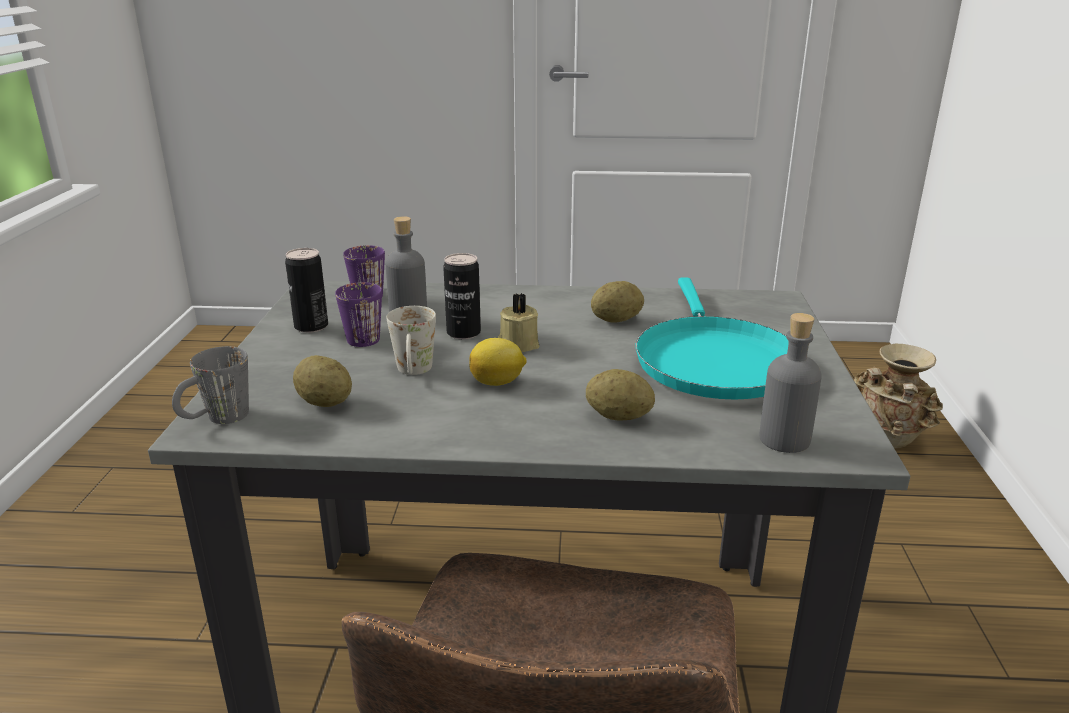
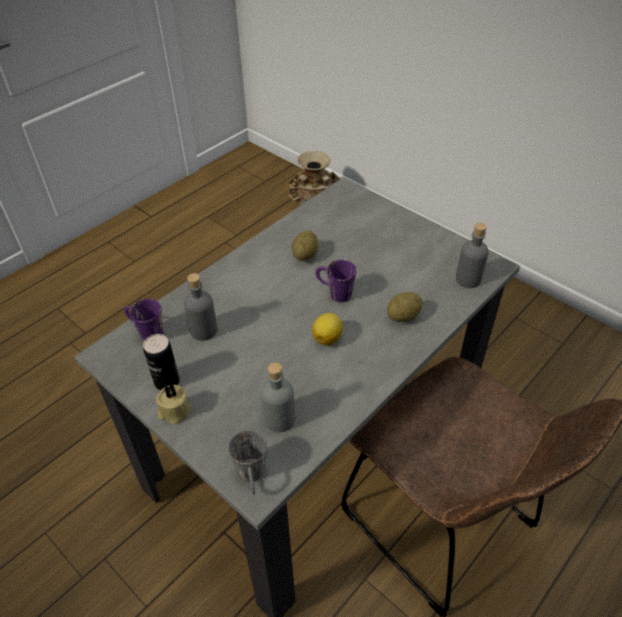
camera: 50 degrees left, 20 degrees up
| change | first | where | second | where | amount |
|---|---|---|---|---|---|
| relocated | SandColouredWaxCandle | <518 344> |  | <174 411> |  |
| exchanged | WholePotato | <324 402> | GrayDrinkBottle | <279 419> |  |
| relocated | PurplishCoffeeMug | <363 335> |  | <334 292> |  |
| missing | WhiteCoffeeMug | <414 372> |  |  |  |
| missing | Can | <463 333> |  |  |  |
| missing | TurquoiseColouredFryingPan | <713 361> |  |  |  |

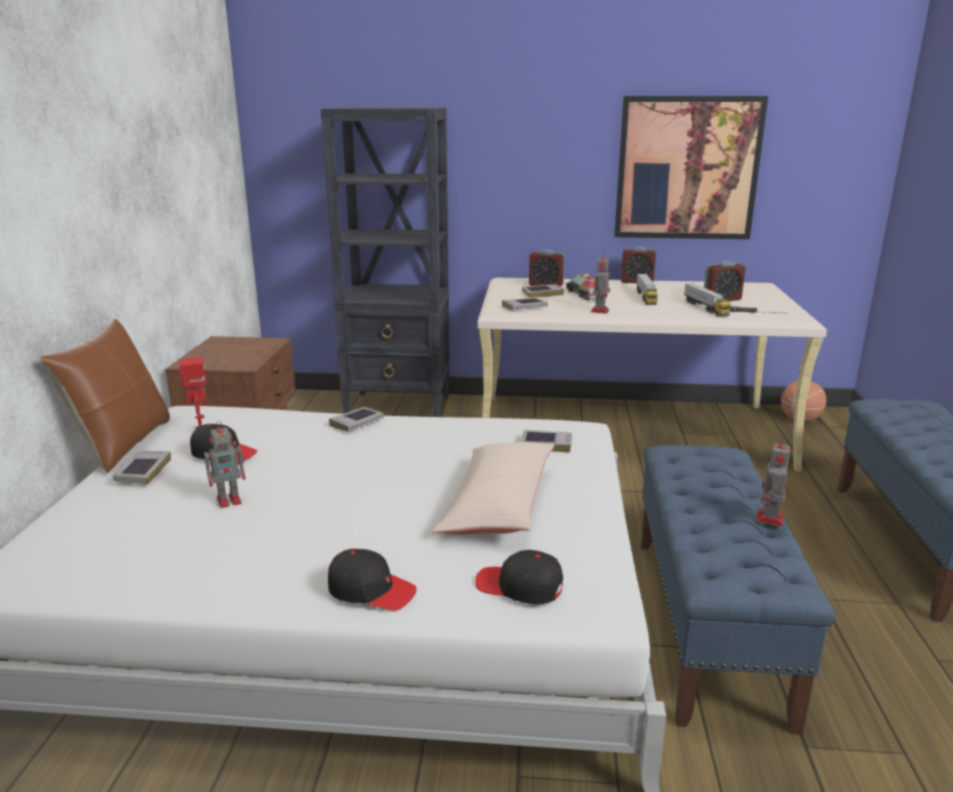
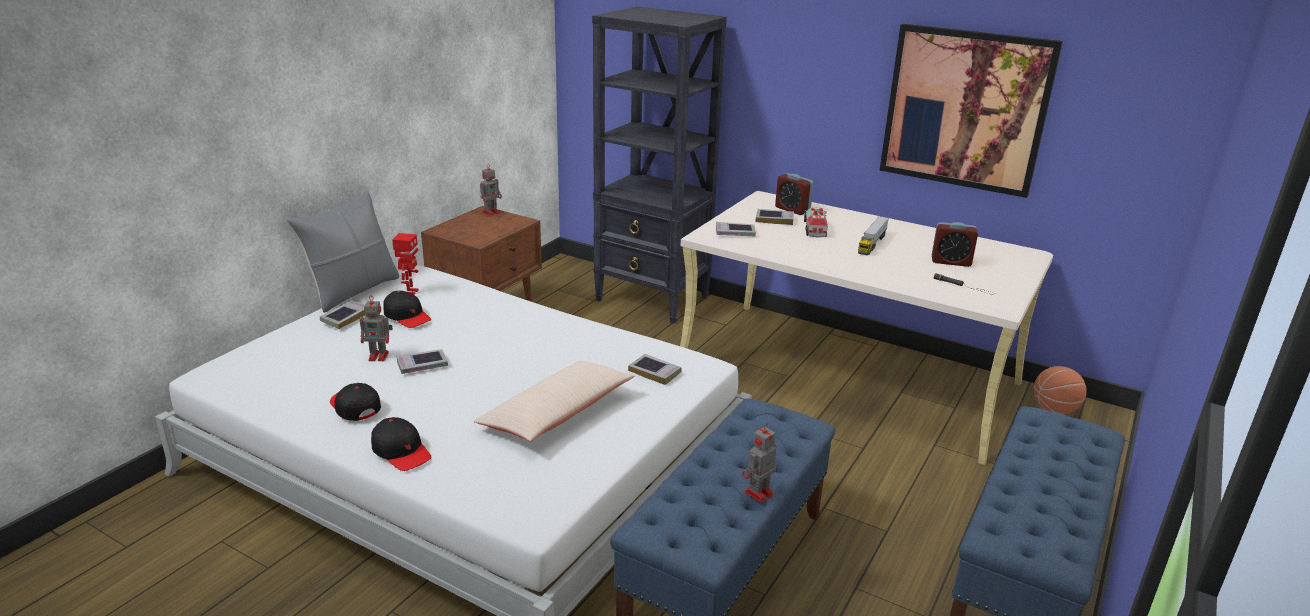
camera: 25 degrees right, 5 degrees up
| change | first | where | second | where | amount |
|---|---|---|---|---|---|
| colour | BrownCushion | <122 444> | GrayCushion | <353 291> |  |
| relocated | BlackCap | <519 587> |  | <354 407> |  |
| relocated | BoundBook | <357 423> |  | <422 365> |  |
| relocated | ToyRobot | <600 310> |  | <491 212> |  |
| missing | TableClock | <636 281> |  |  |  |
| missing | ToyLorry | <705 308> |  |  |  |

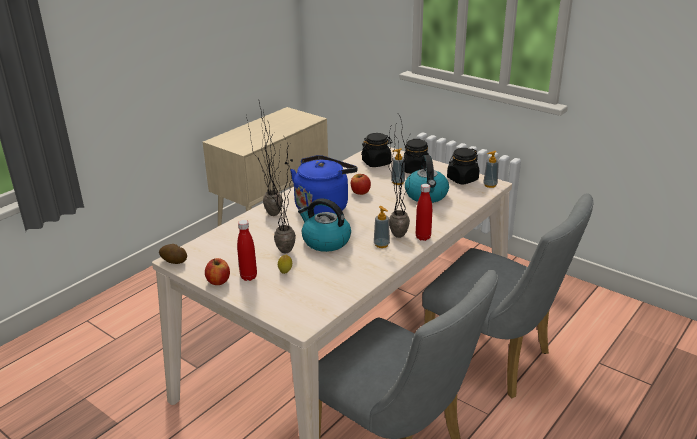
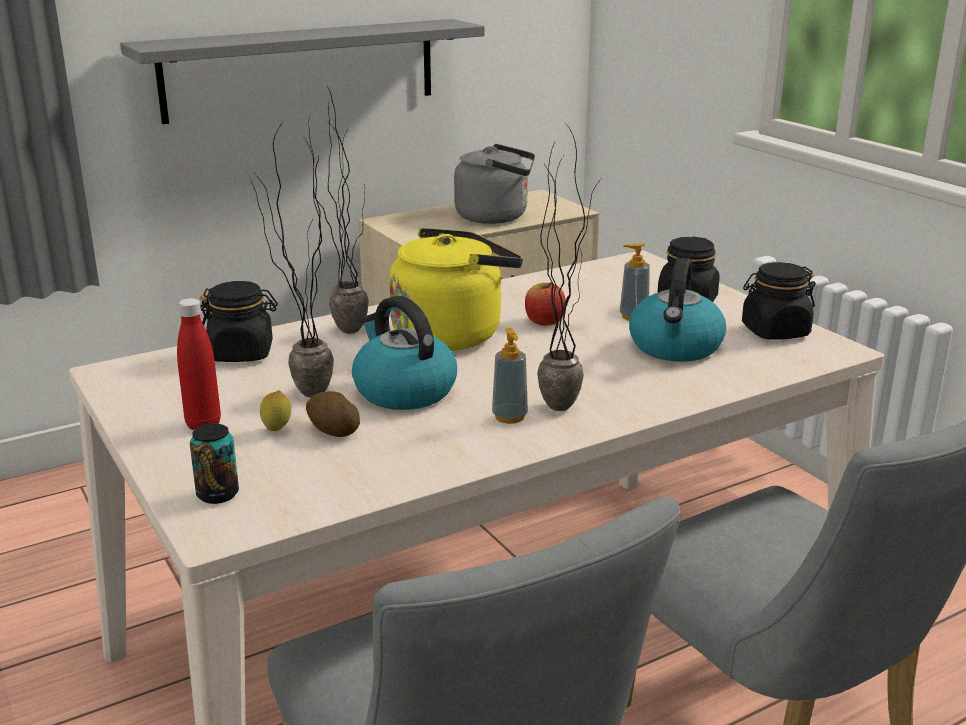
camera: 20 degrees right, 5 degrees down
| change | first | where | second | where | amount |
|---|---|---|---|---|---|
| appeared |  |  | GrayBracketShelf | <301 69> |  |
| appeared |  |  | Can | <217 494> |  |
| relocated | BlackPreserveJar | <376 163> |  | <242 353> |  |
| relocated | WholePotato | <173 261> |  | <332 431> |  |
| colour | BlueColouredWaterKettle | <323 207> | YellowColouredWaterKettle | <452 334> |  |
| appeared |  |  | GrayWaterKettle | <496 217> |  |
| missing | WholeApple | <218 281> |  |  |  |
| missing | RedDrinkBottle | <423 237> |  |  |  |
| missing | LiquidSoapBottle | <490 185> |  |  |  |

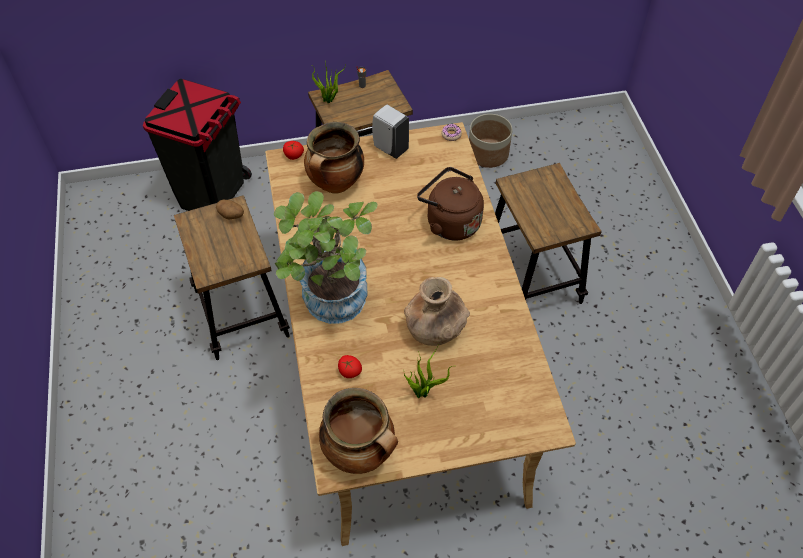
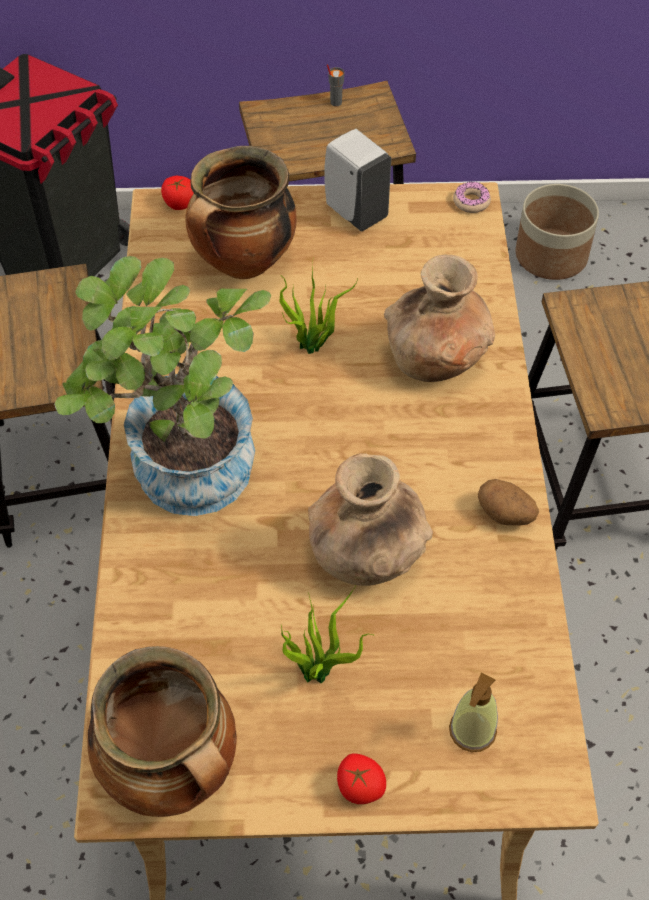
camera: 10 degrees right, 0 degrees up
| change | first | where | second | where | amount |
|---|---|---|---|---|---|
| relocated | PottedPlant | <329 100> |  | <313 347> |  |
| relocated | FreshTomato | <349 371> |  | <359 786> |  |
| exchanged | BrownWaterKettle | <450 222> | BrownDecorativeVase | <436 358> |  |
| appeared |  |  | LiquidSoapBottle | <472 731> |  |
| relocated | WholePotato | <231 215> |  | <506 514> |  |

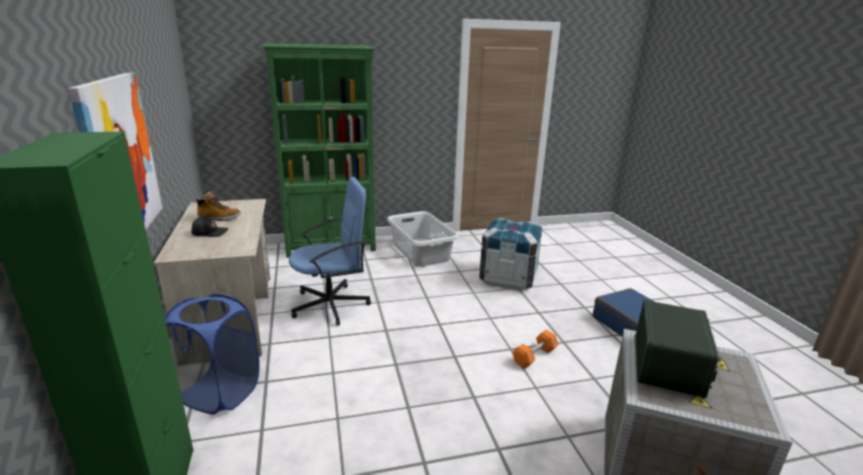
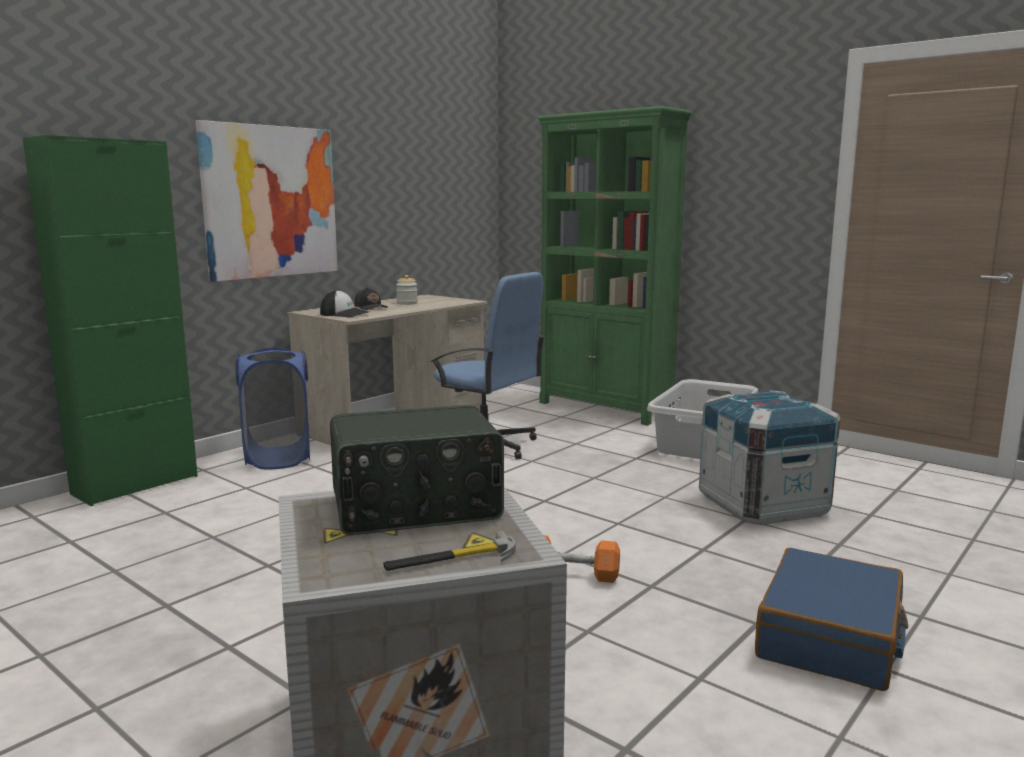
camera: 55 degrees right, 10 degrees down
| change | first | where | second | where | amount |
|---|---|---|---|---|---|
| appeared |  |  | Cap | <345 314> |  |
| appeared |  |  | HandHammer | <452 560> |  |
| exchanged | HighTopBoot | <219 218> | PreserveJar | <407 303> |  |

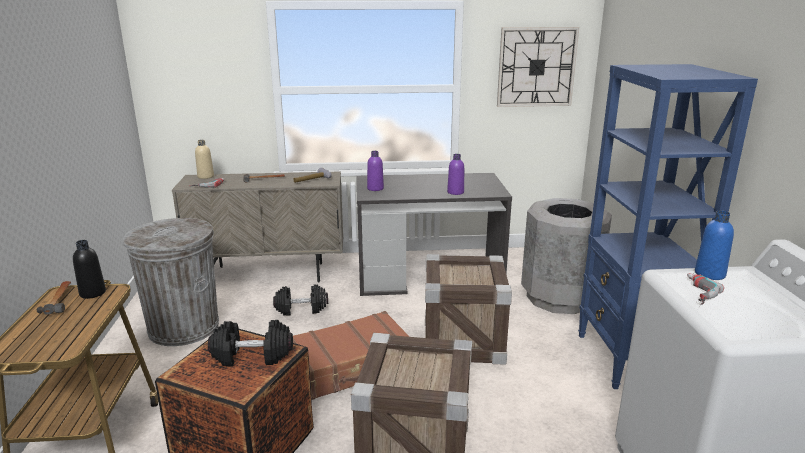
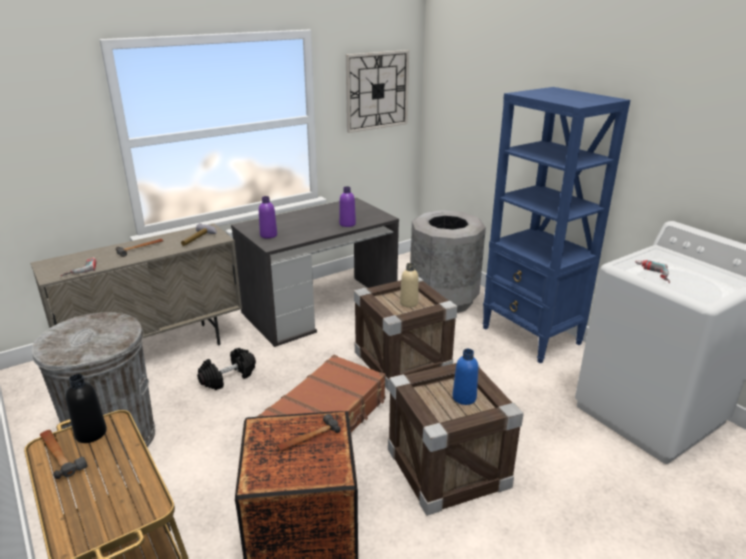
camera: 30 degrees left, 5 degrees up
| change | first | where | second | where | amount |
|---|---|---|---|---|---|
| exchanged | BlackHandWeight | <252 356> | HandHammer | <308 438> |  |
| relocated | SandColouredDrinkBottle | <205 176> |  | <409 303> |  |
| relocated | BlueColouredDrinkBottle | <709 274> |  | <464 397> |  |

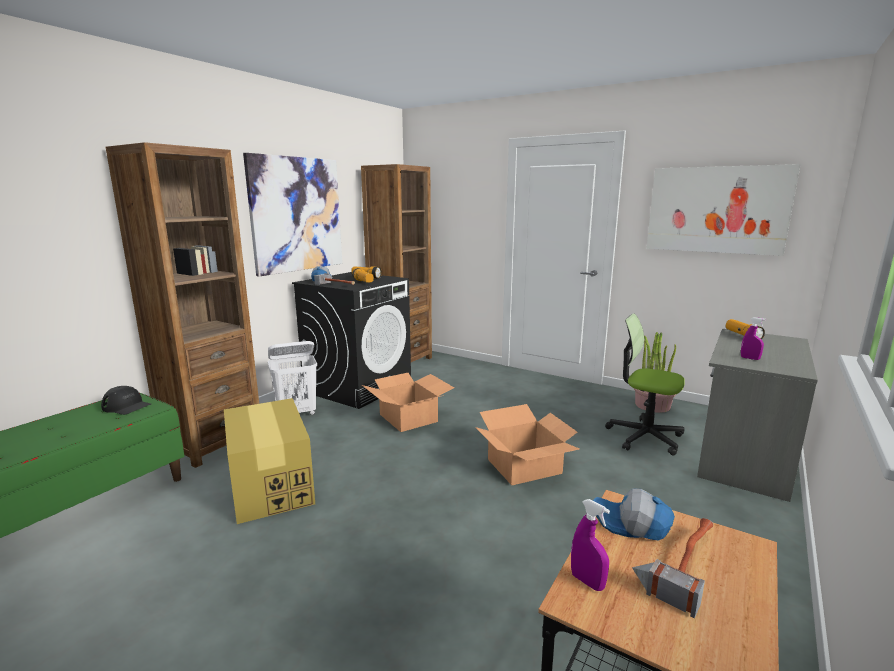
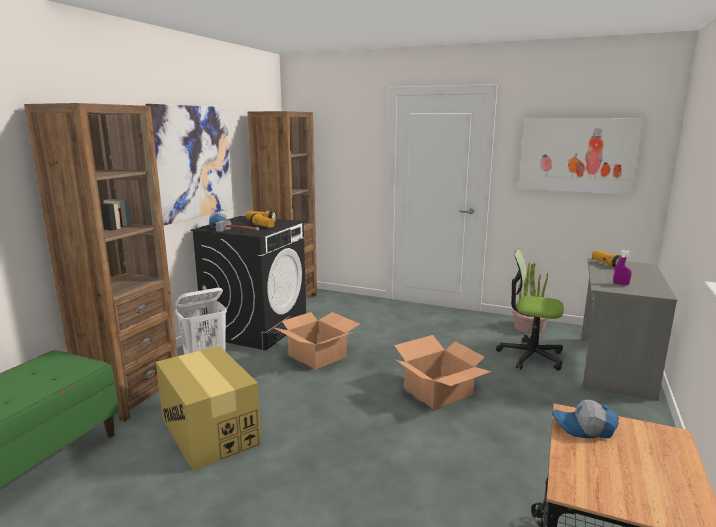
camera: 10 degrees left, 0 degrees up
| change | first | where | second | where | amount |
|---|---|---|---|---|---|
| missing | BlackCap | <127 406> |  |  |  |
| missing | PurplishHandSprayer | <587 582> |  |  |  |
| missing | HandHammer | <680 562> |  |  |  |

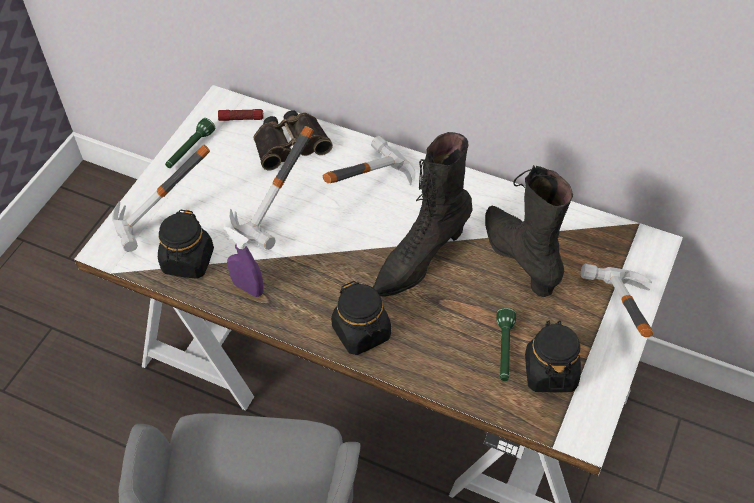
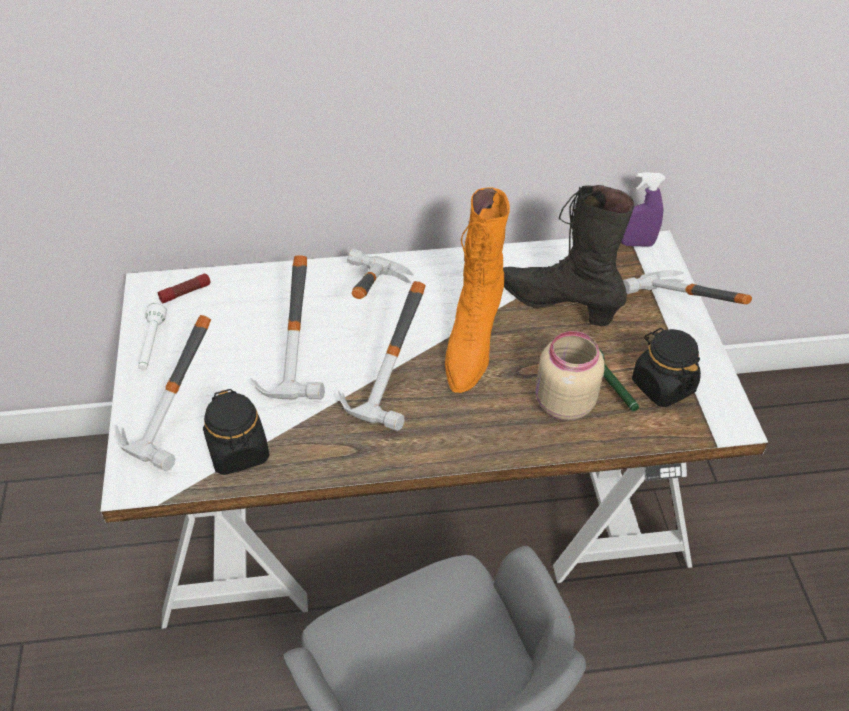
camera: 35 degrees left, 5 degrees down
| change | first | where | second | where | amount |
|---|---|---|---|---|---|
| colour | GreenColouredFlashlight | <190 150> | WhiteFlashlight | <152 344> |  |
| appeared |  |  | HandHammer | <399 391> |  |
| colour | BlackHighTopBoot | <420 259> | OrangeyHighTopBoot | <471 344> |  |
| appeared |  |  | SandColouredPreserveJar | <562 403> |  |
| relocated | PurplishHandSprayer | <248 288> |  | <636 243> |  |
| missing | Binoculars | <290 143> |  |  |  |
| missing | BlackPreserveJar | <362 332> |  |  |  |

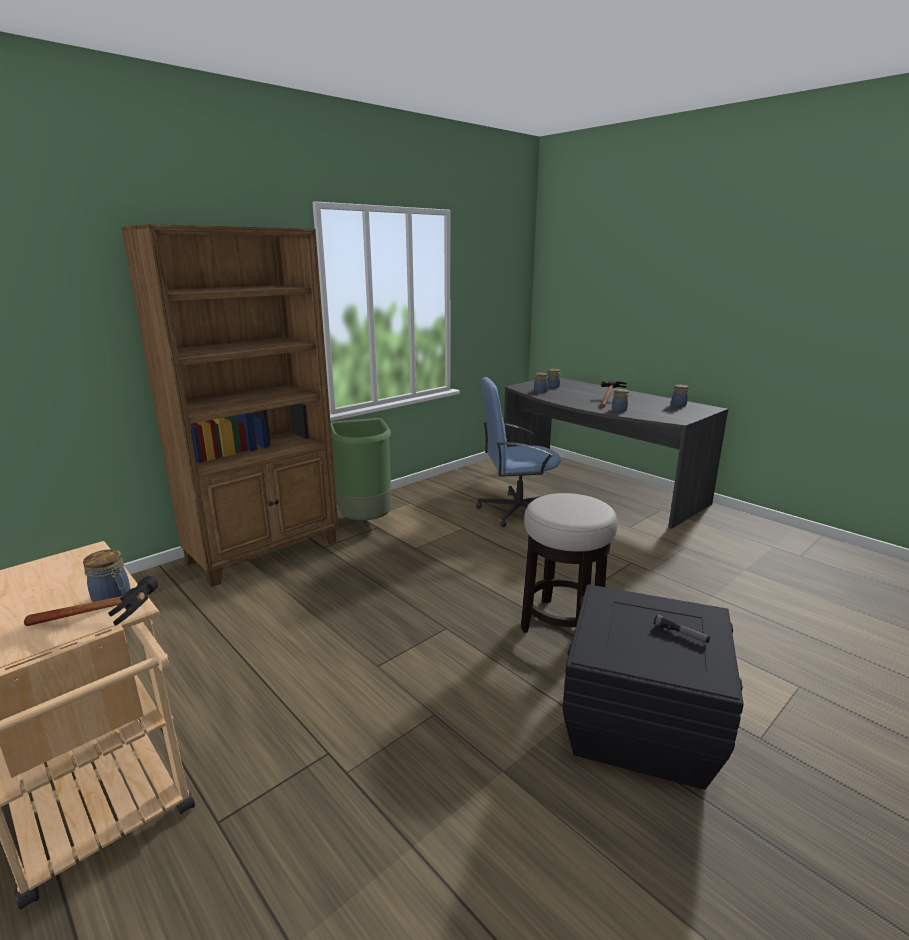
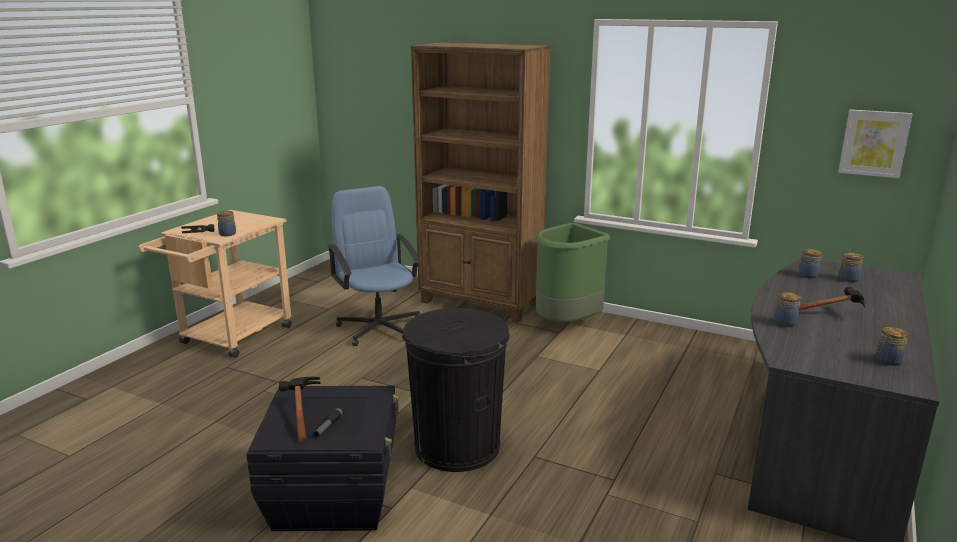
camera: 70 degrees right, 0 degrees up
| change | first | where | second | where | amount |
|---|---|---|---|---|---|
| appeared |  |  | HandHammer | <299 414> |  |
| relocated | BlueColouredDeskChair | <517 510> |  | <379 328> |  |
| exchanged | SittingStool | <562 624> | BlackRubbishBin | <457 446> |  |
| appeared |  |  | WallArt | <874 143> |  |

